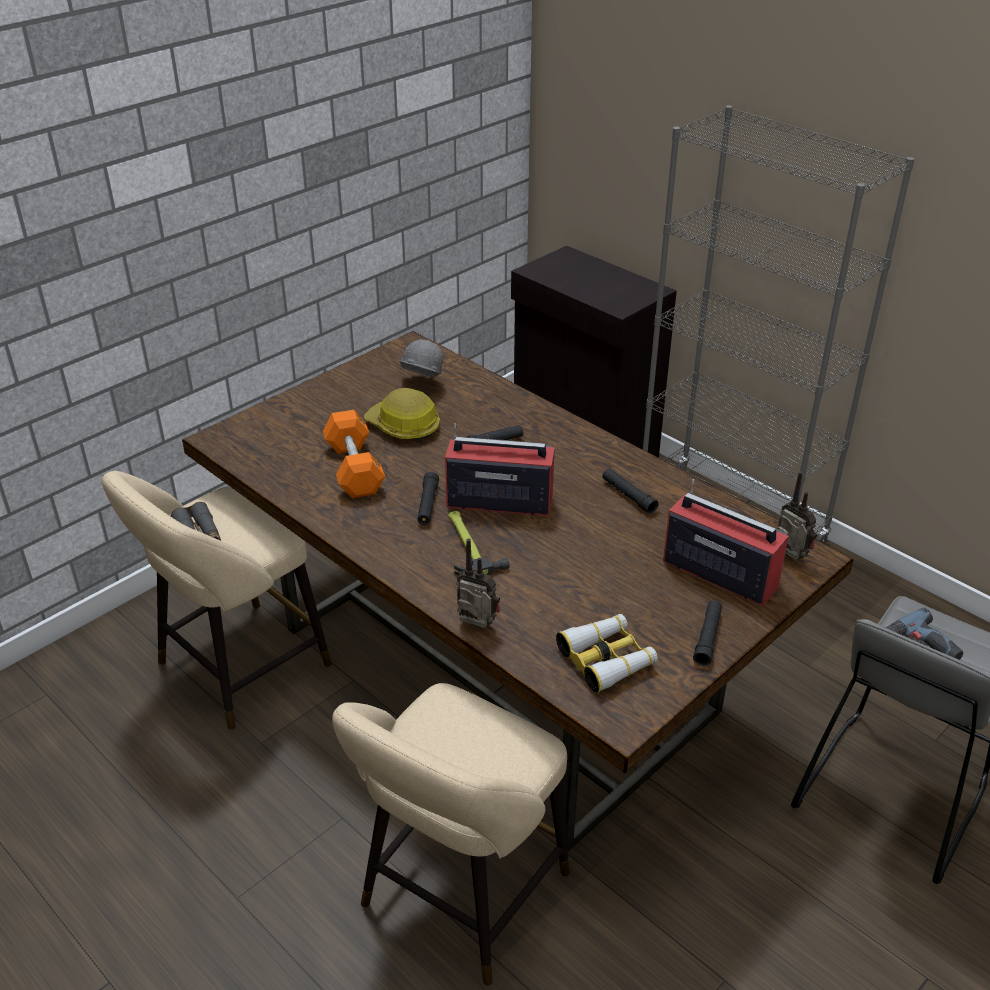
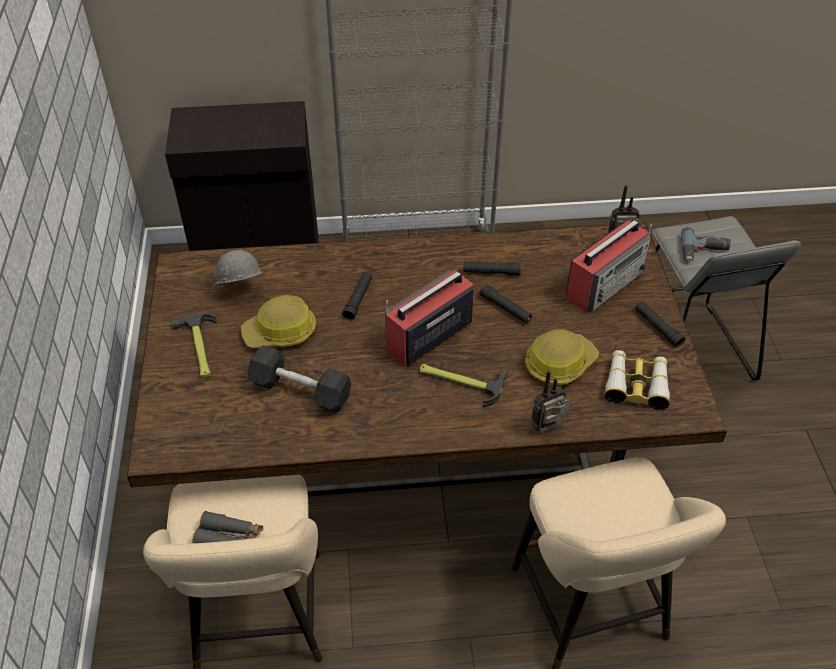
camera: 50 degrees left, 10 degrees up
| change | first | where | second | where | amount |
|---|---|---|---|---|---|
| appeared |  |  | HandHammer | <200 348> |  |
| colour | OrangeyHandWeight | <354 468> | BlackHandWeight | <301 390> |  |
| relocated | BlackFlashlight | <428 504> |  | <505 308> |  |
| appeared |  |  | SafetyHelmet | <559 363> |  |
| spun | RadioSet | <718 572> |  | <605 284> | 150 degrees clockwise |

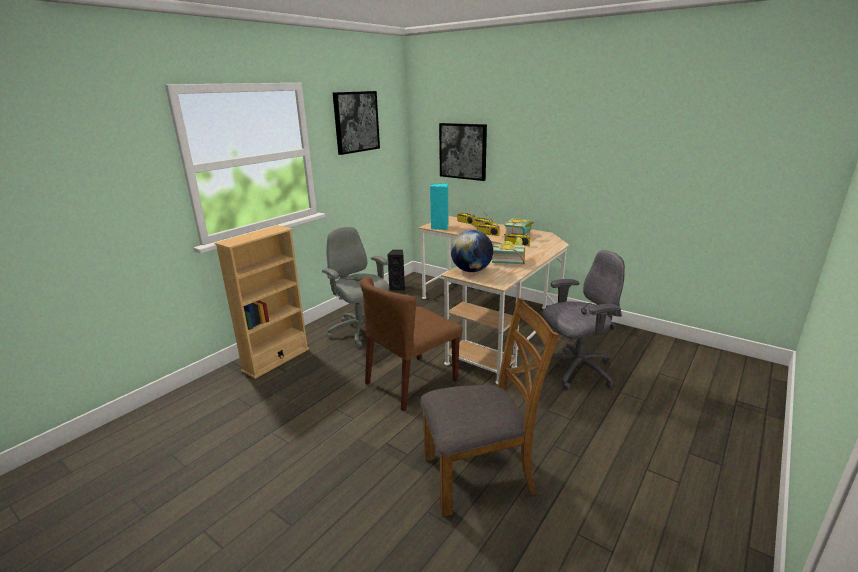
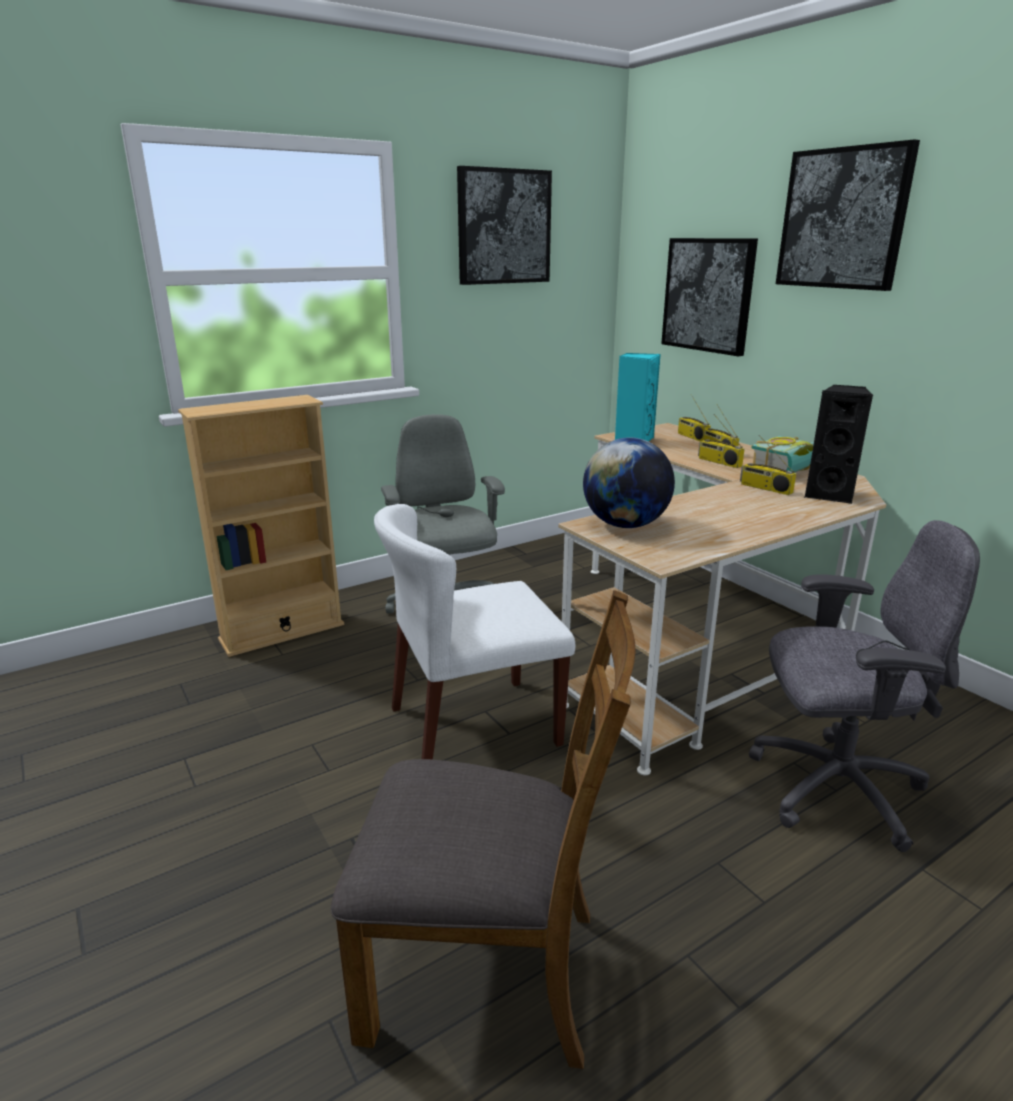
camera: 20 degrees right, 0 degrees up
| change | first | where | second | where | amount |
|---|---|---|---|---|---|
| colour | BrownChair | <411 382> | WhiteChair | <473 727> |  |
| appeared |  |  | WallArt | <843 219> |  |
| relocated | BlackAudioSpeaker | <398 287> |  | <829 495> |  |
| missing | BoundBook | <508 260> |  |  |  |

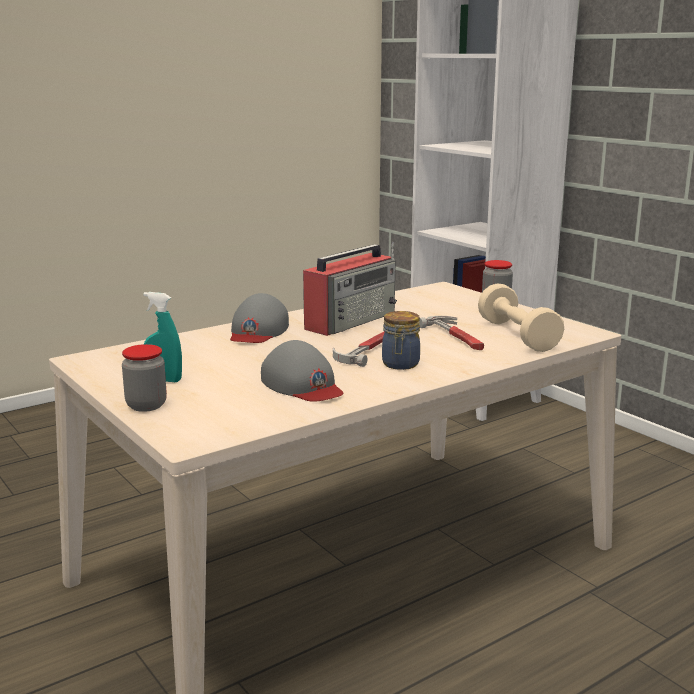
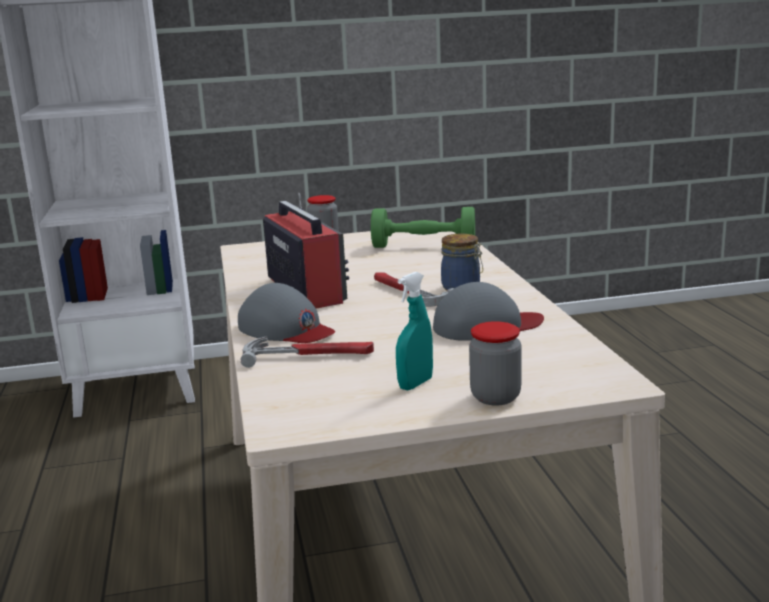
camera: 65 degrees left, 0 degrees up
| change | first | where | second | where | amount |
|---|---|---|---|---|---|
| relocated | HandHammer | <456 337> |  | <309 355> |  |
| colour | SandColouredHandWeight | <517 335> | GreenColouredHandWeight | <424 246> |  |

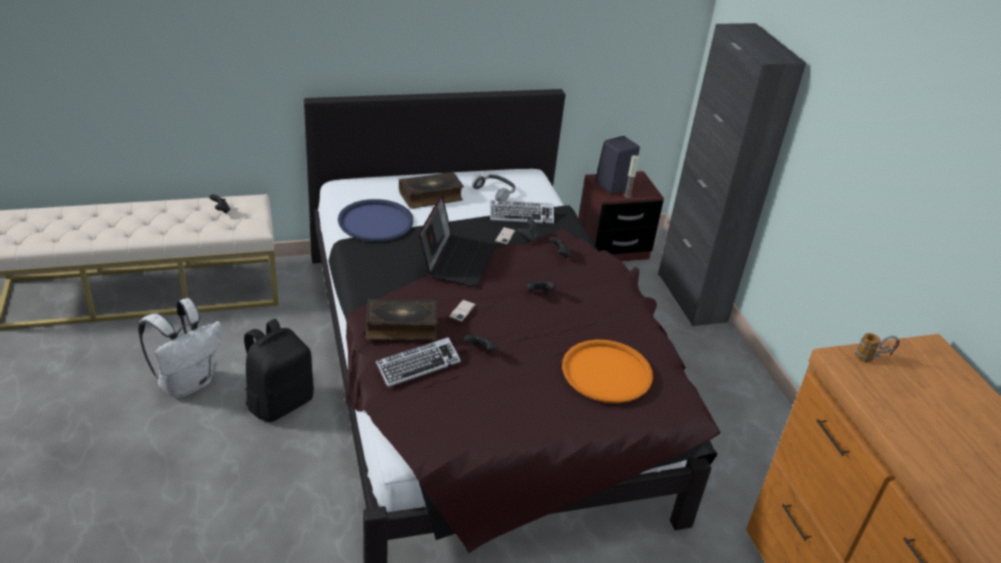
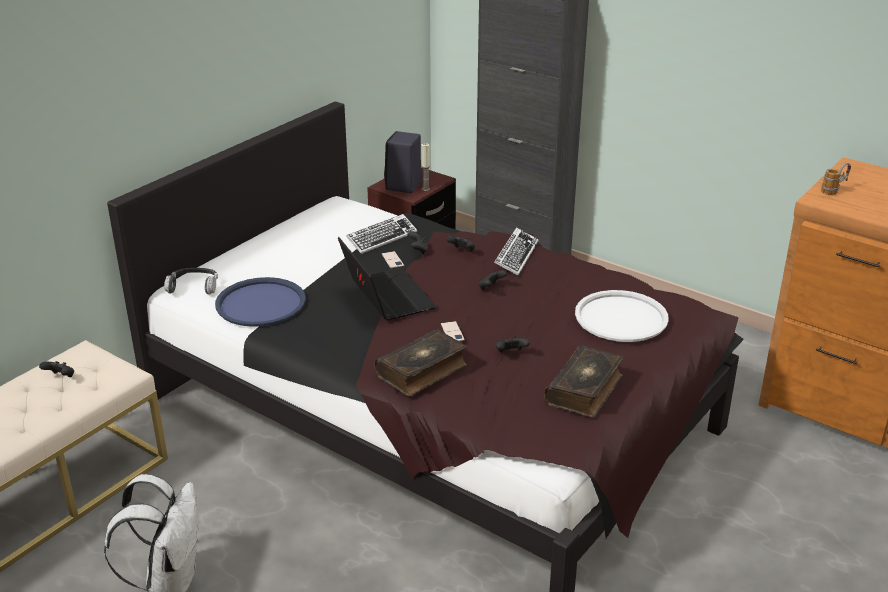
camera: 35 degrees left, 5 degrees down
| change | first | where | second | where | amount |
|---|---|---|---|---|---|
| relocated | PairOfHeadphones | <495 191> |  | <193 286> |  |
| relocated | Keyboard | <418 366> |  | <516 256> |  |
| relocated | BoundBook | <431 196> |  | <585 390> |  |
| colour | OrangeyTray | <607 372> | WhiteTray | <621 317> |  |
| missing | BlackKnapsack | <279 402> |  |  |  |

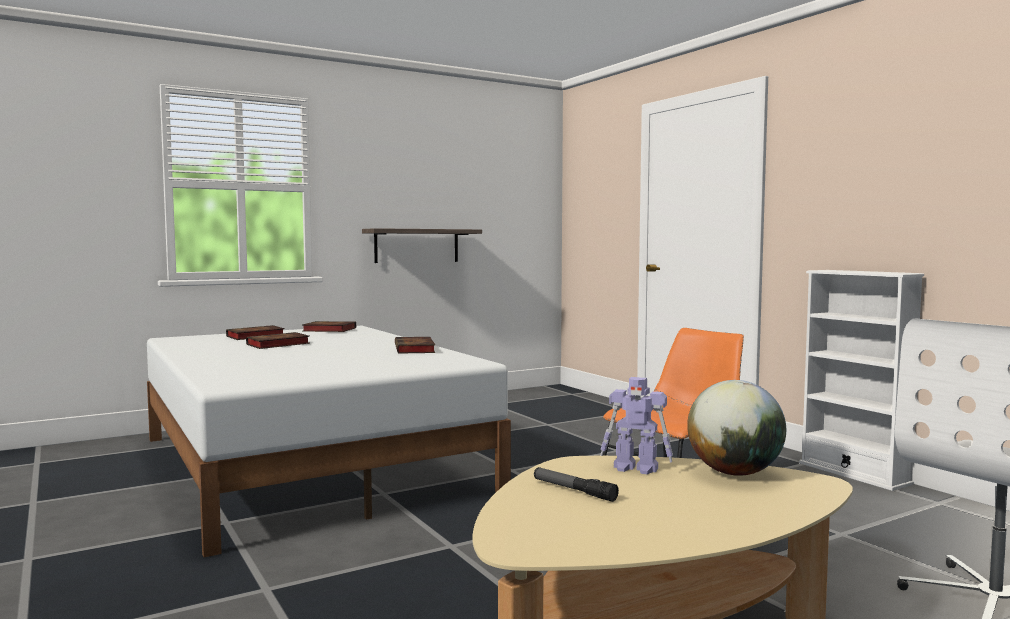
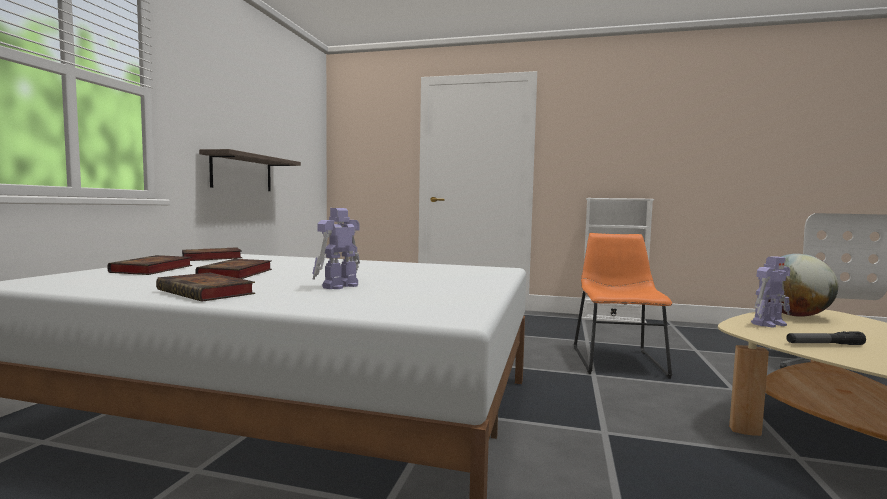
camera: 45 degrees left, 0 degrees up
| change | first | where | second | where | amount |
|---|---|---|---|---|---|
| relocated | BoundBook | <415 349> |  | <208 293> |  |
| appeared |  |  | ToyRobot | <339 286> |  |

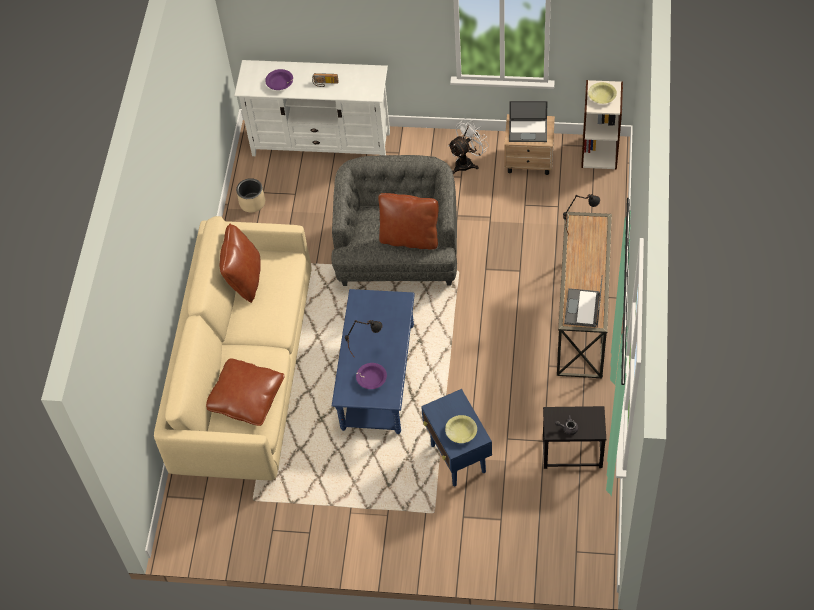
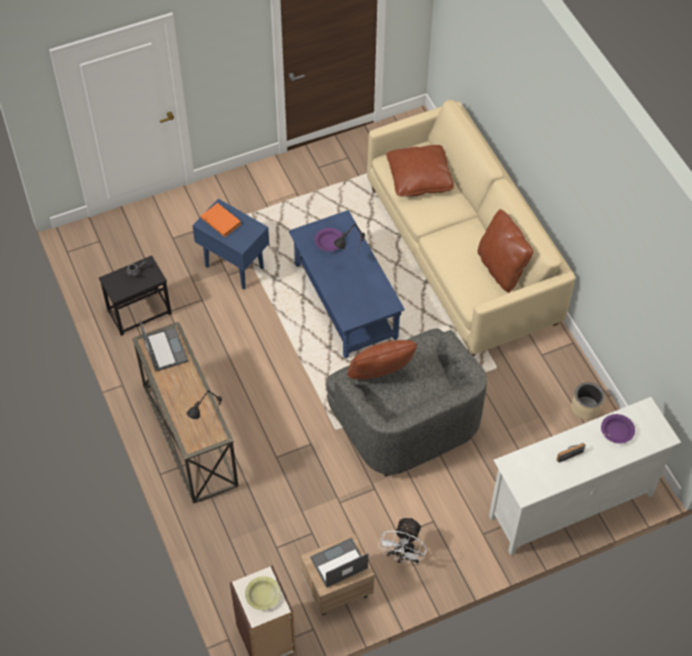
camera: 145 degrees right, 0 degrees up
| change | first | where | second | where | amount |
|---|---|---|---|---|---|
| exchanged | YellowColouredBowl | <461 432> | OrangeyBoundBook | <222 221> |  |

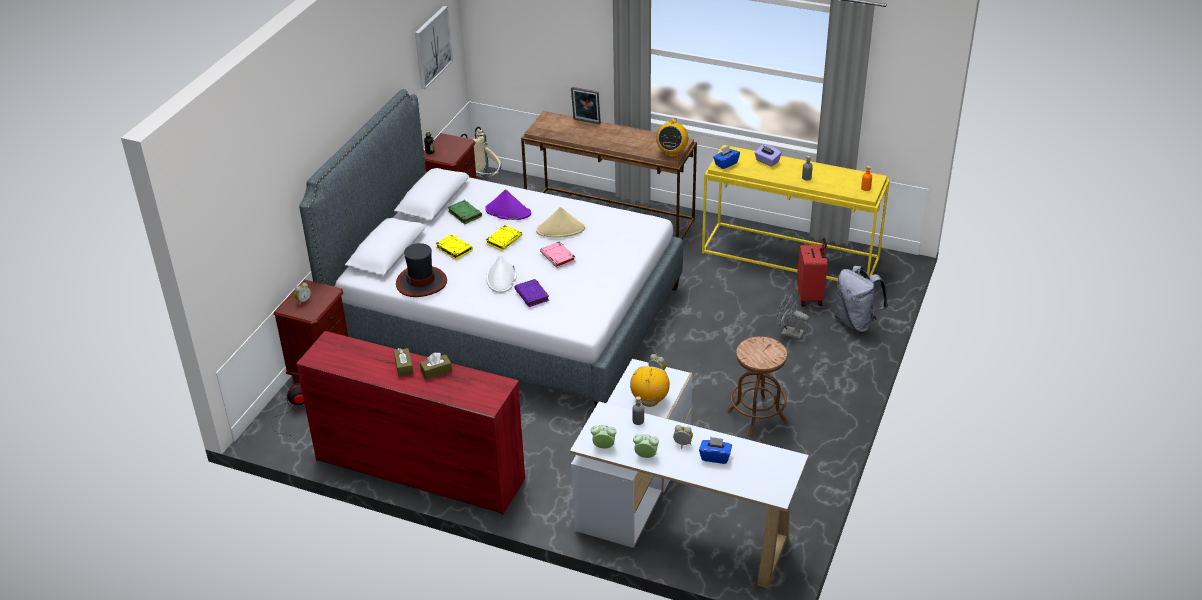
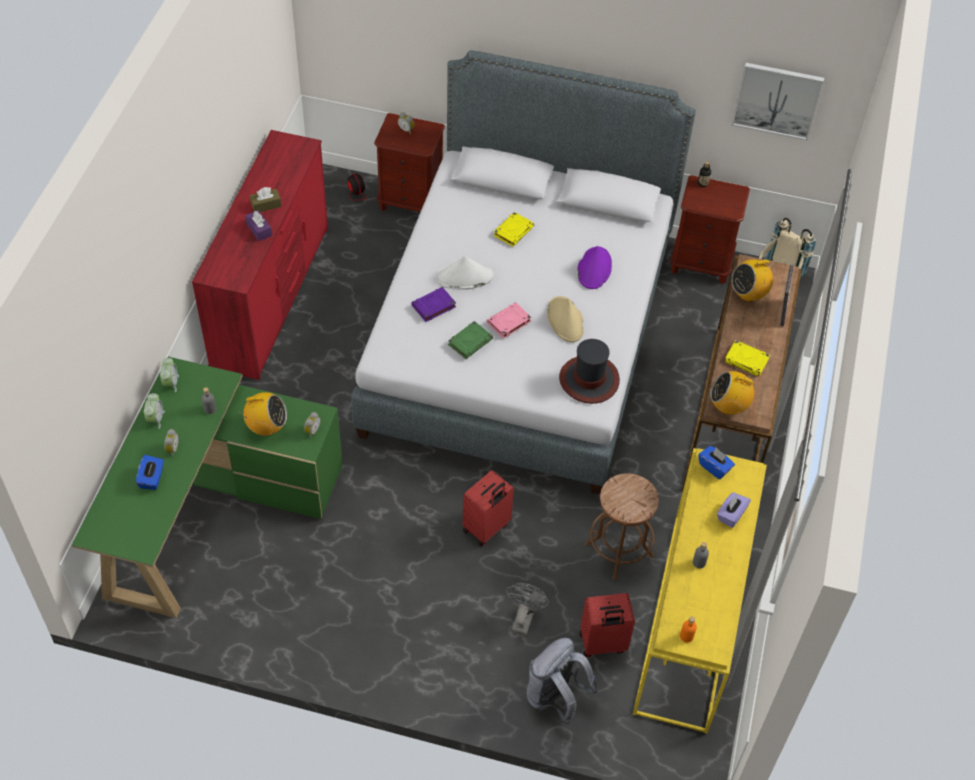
camera: 80 degrees right, 15 degrees up
| change | first | where | second | where | amount |
|---|---|---|---|---|---|
| colour | WhiteDeskUnit | <674 513> | GreenColouredDeskUnit | <210 510> |  |
| colour | BrownTissueHolder | <436 371> | PurplishTissueHolder | <259 229> |  |
| relocated | GreenColouredBoundBook | <464 214> |  | <470 342> |  |
| appeared |  |  | RedSuitcase | <487 528> |  |
| relocated | Hat | <421 282> |  | <589 380> |  |
| relocated | BrownSittingStool | <757 417> |  | <619 550> |  |
| relocated | YellowColouredBoundBook | <504 240> |  | <746 360> |  |
| appeared |  |  | RadioSet | <748 294> |  |

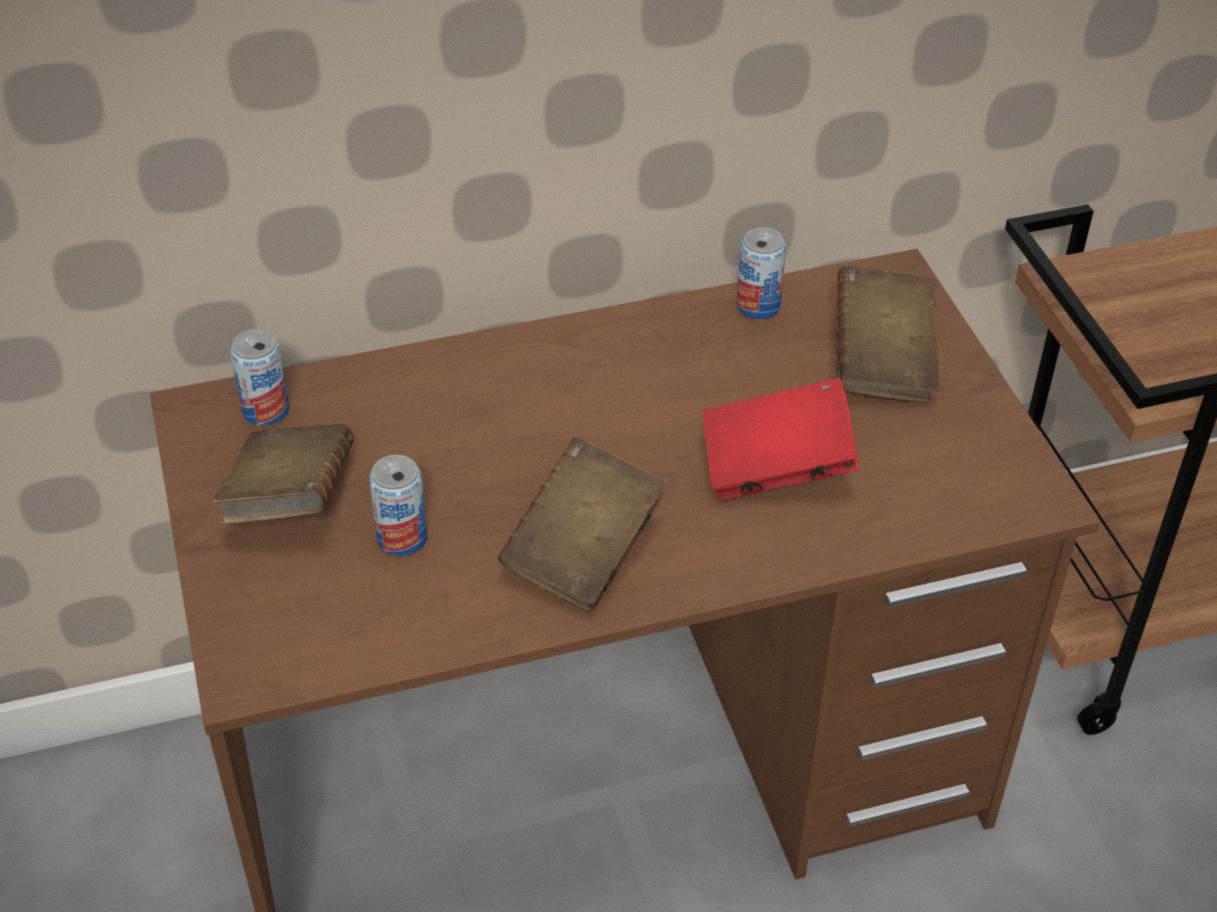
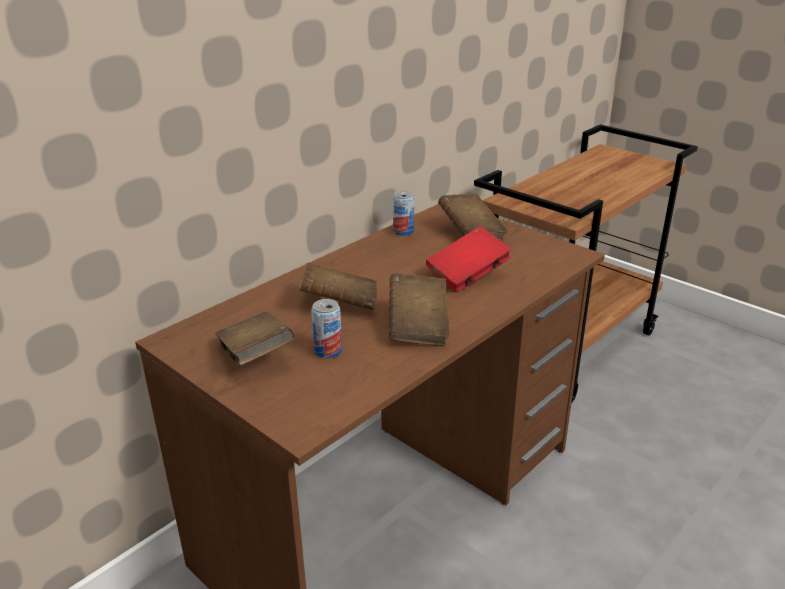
camera: 30 degrees left, 15 degrees down
| change | first | where | second | where | amount |
|---|---|---|---|---|---|
| appeared |  |  | BrownBoundBook | <340 304> |  |
| missing | Can | <266 410> |  |  |  |

